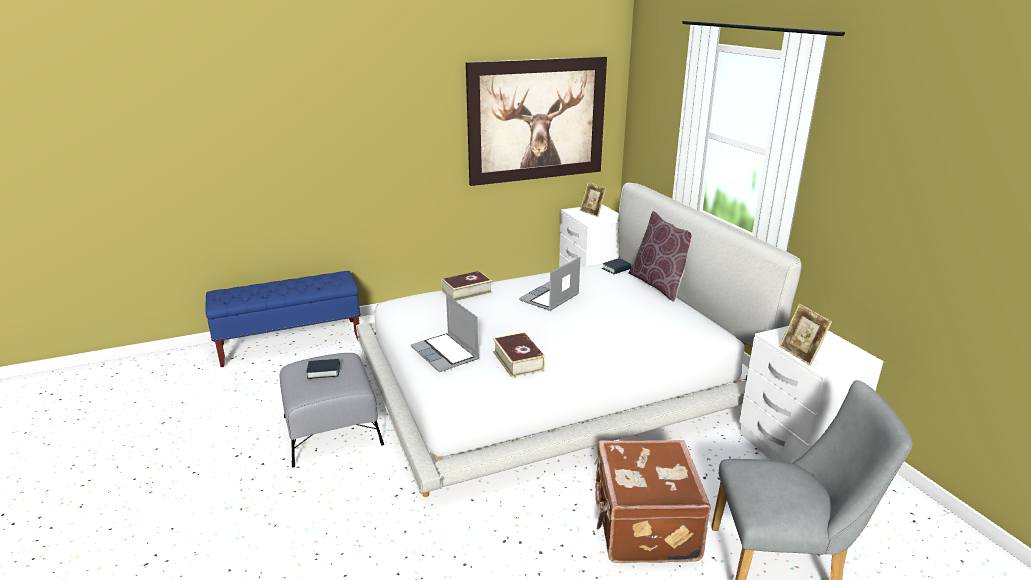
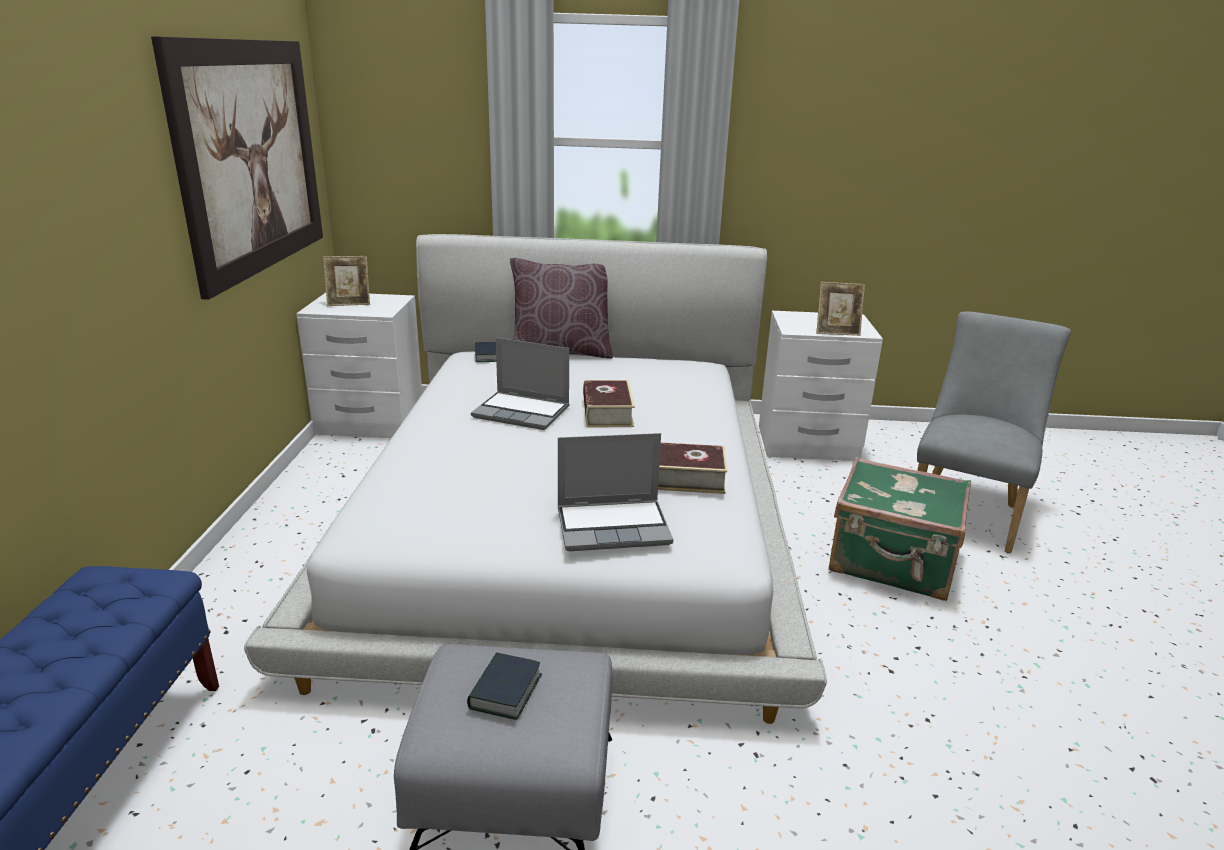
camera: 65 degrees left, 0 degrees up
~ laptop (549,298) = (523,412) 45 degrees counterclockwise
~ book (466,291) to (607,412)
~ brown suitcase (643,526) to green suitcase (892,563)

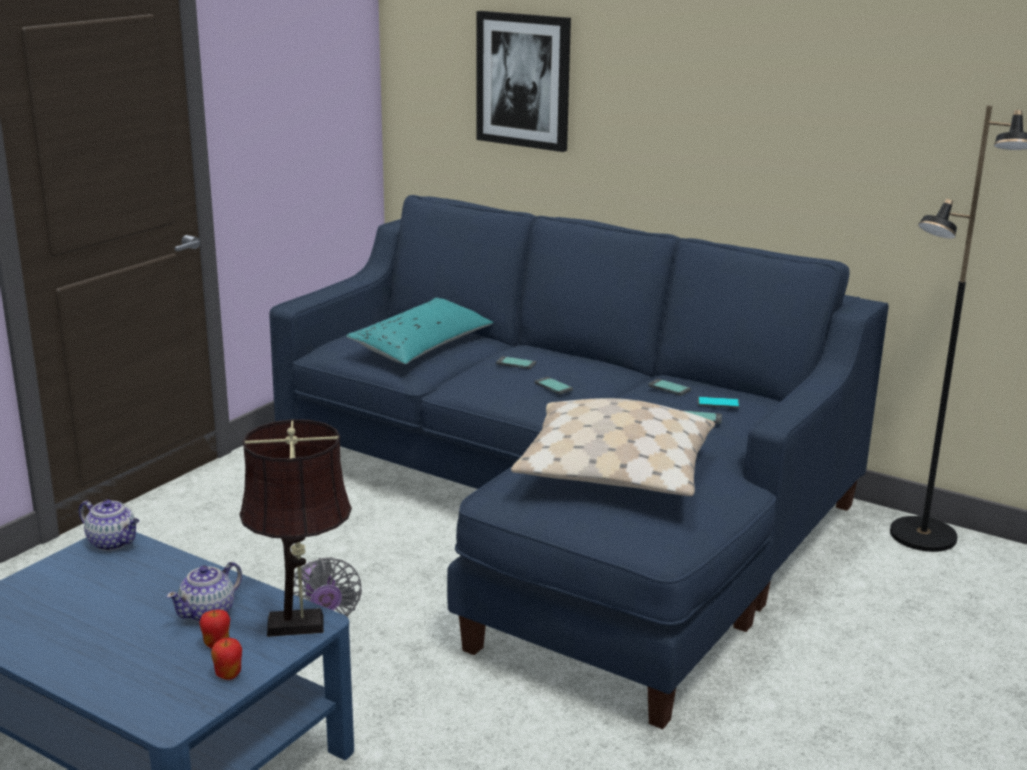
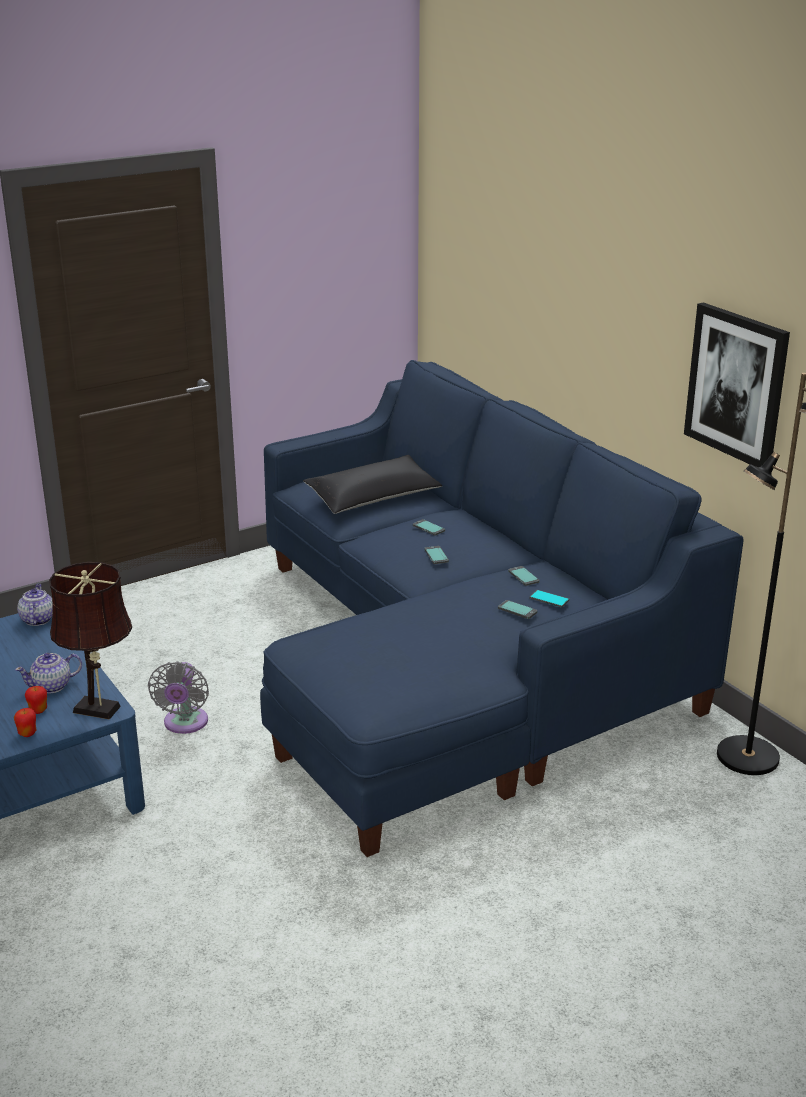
camera: 25 degrees right, 5 degrees up
~ picture (523,80) to (736,385)
~ turquoise pillow (422,346) to black pillow (373,497)
- beige pillow (615,473)
~ teapot (113,543) = (37,619) 150 degrees counterclockwise

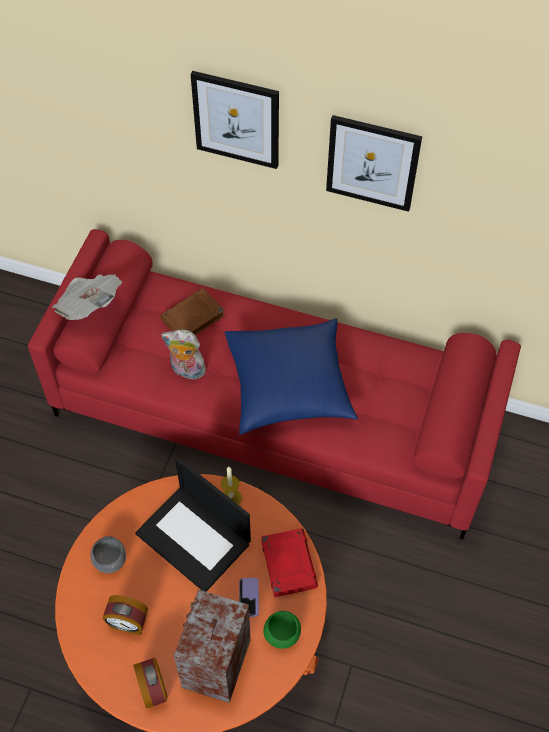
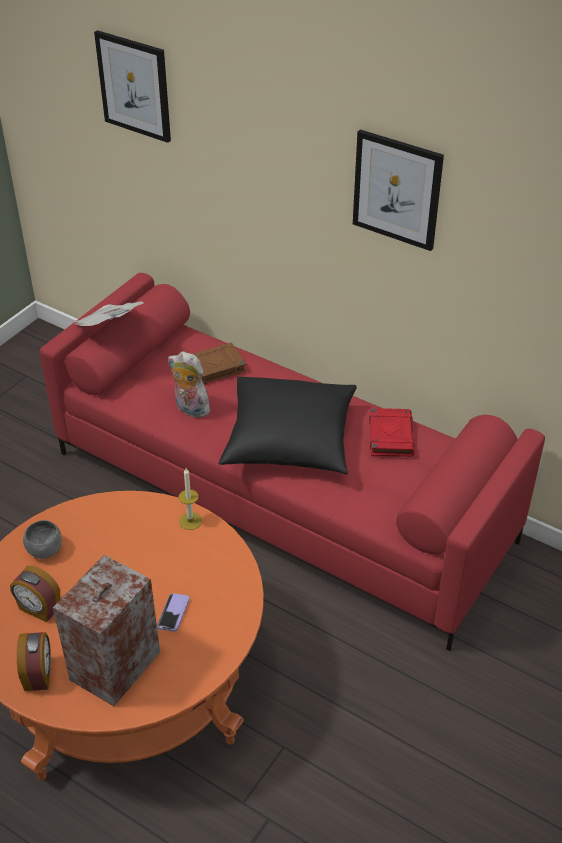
camera: 15 degrees right, 15 degrees down
~ picture (236,119) to (134,86)
~ blue pillow (289,386) to black pillow (290,440)
- laptop (195,538)
~ red book (288,563) to (390,435)
- green bowl (282,634)

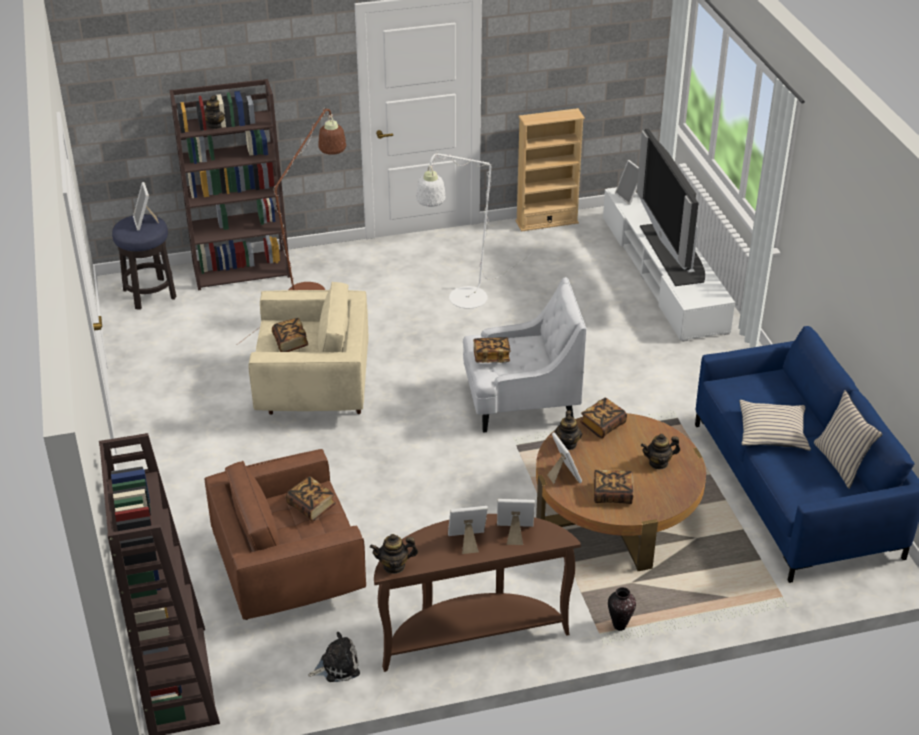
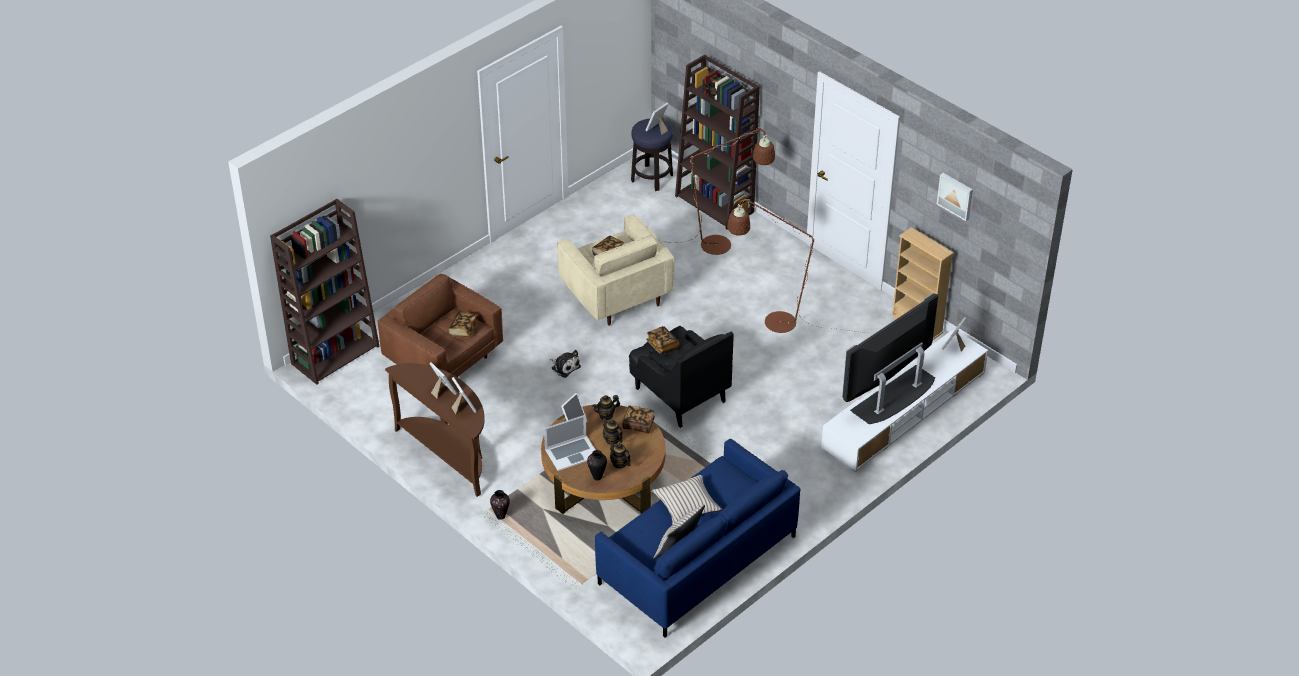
camera: 60 degrees right, 5 degrees up
~ white floor lamp (461,302) to brown floor lamp (771,321)
~ white armchair (520,404) to black armchair (679,394)
~ book (612,494) to laptop (571,453)
~ teapot (394,566) to (612,440)
~ plush toy (337,666) to (565,367)
+ picture (956,195)
+ vase (597,477)

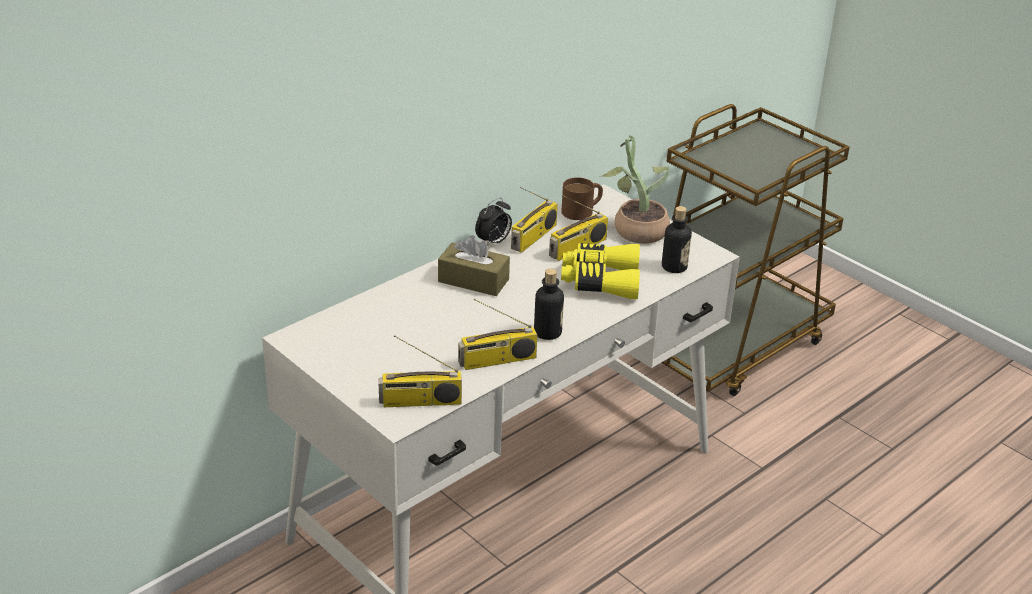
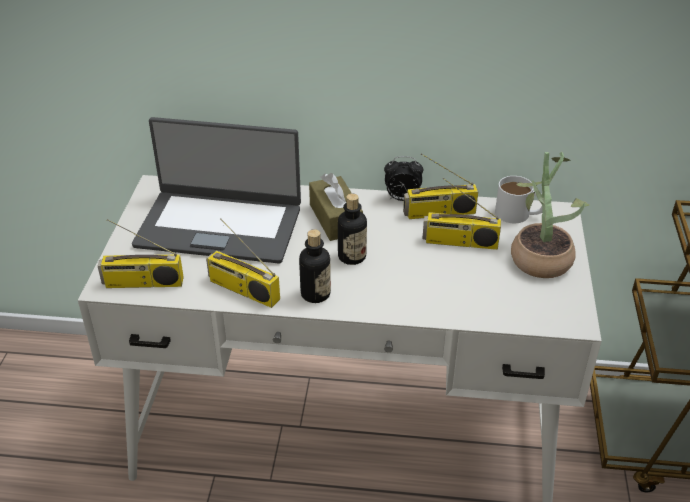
camera: 50 degrees right, 5 degrees up
~ brown mug (582,210) to white mug (519,214)
~ bottle (674,267) to (352,257)
- yellow binoculars (600,281)
~ radio (420,402) = (142,283) 45 degrees counterclockwise
+ laptop (220,225)

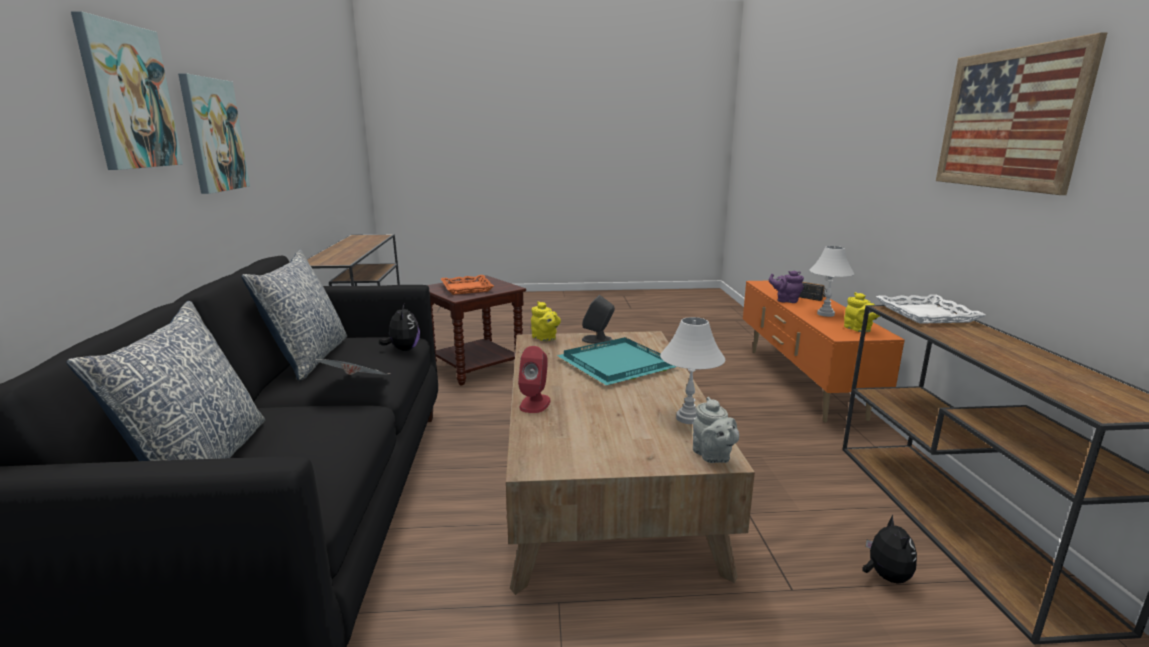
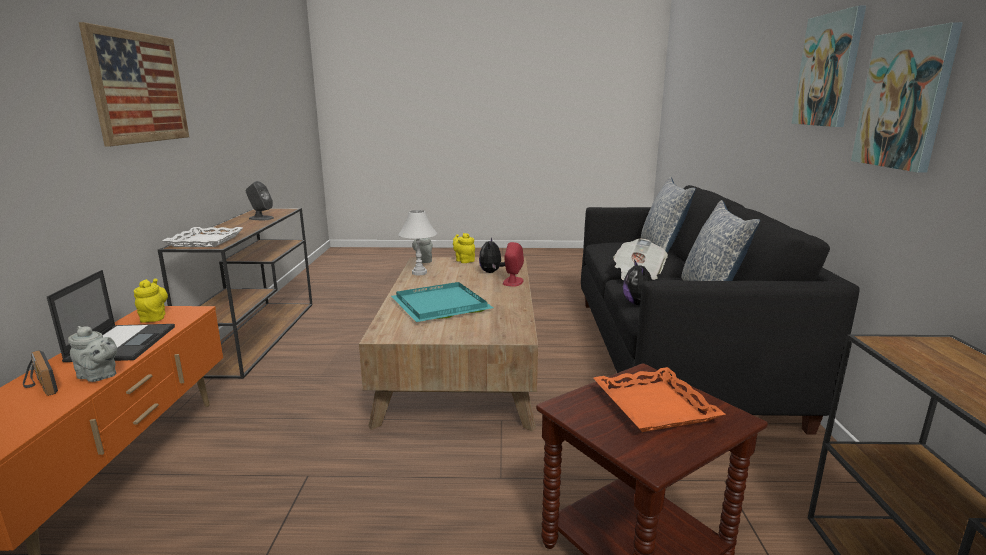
camera: 175 degrees left, 0 degrees up
~ white table lamp (825,314) to laptop (123,343)
~ purple teapot (785,300) to grey teapot (99,376)
~ grey speaker (597,340) to (261,218)
~ yellow teapot (545,338) to (464,260)
~ plush toy (885,576) to (492,272)

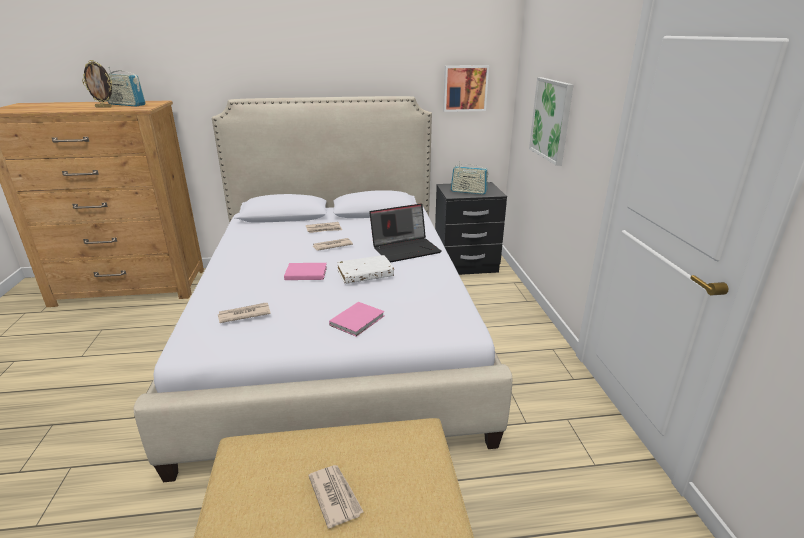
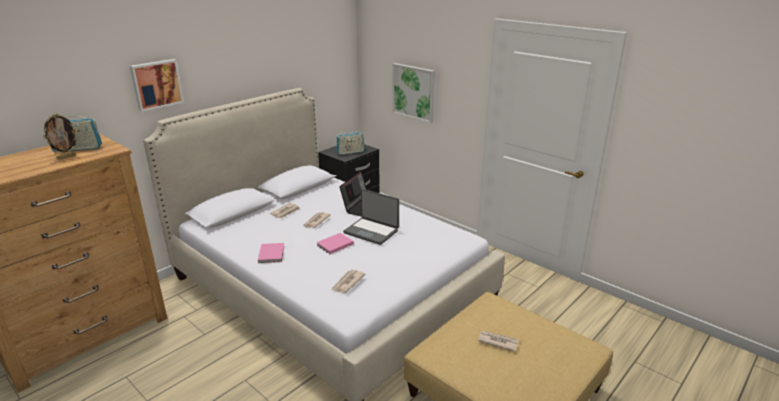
camera: 40 degrees left, 0 degrees up
~ picture (465,88) to (156,84)
~ white book (365,275) to laptop (371,231)
~ pink book (358,320) to (272,253)

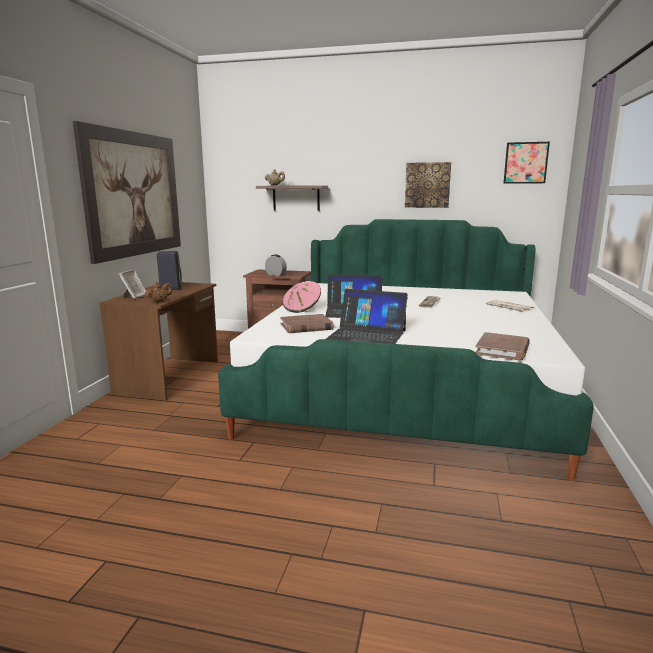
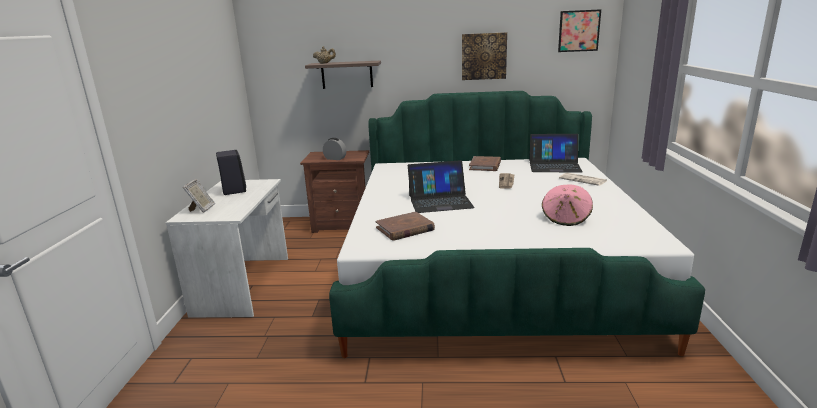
camera: 10 degrees left, 5 degrees up
- picture (134,194)
~ pink hat (302,309) to (566,218)
~ brown desk (170,376) to white desk (245,284)
- brown teapot (159,302)
~ laptop (366,335) to (554,166)
~ brown book (502,349) to (485,166)

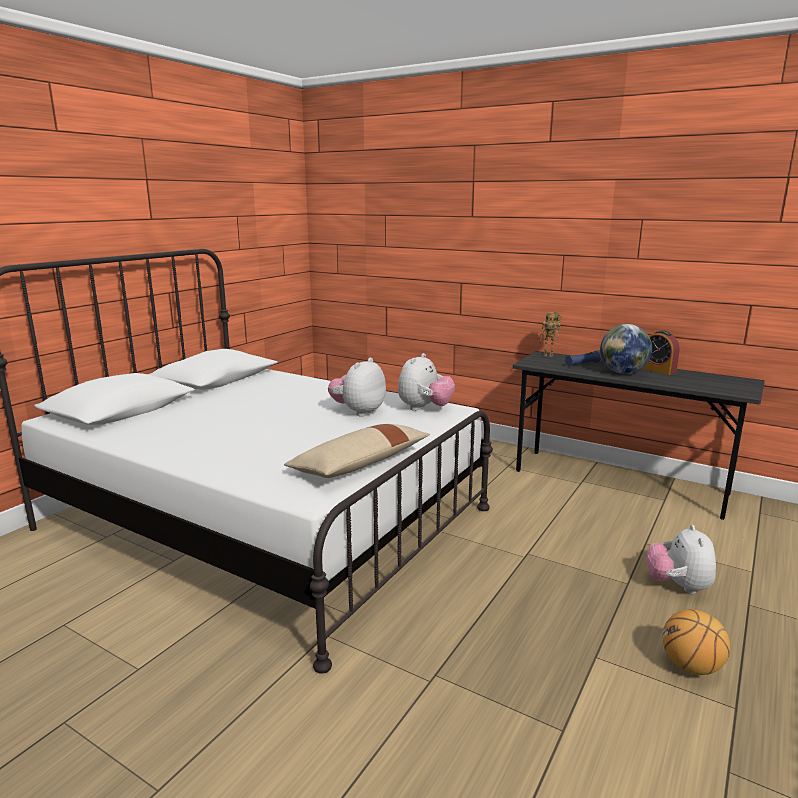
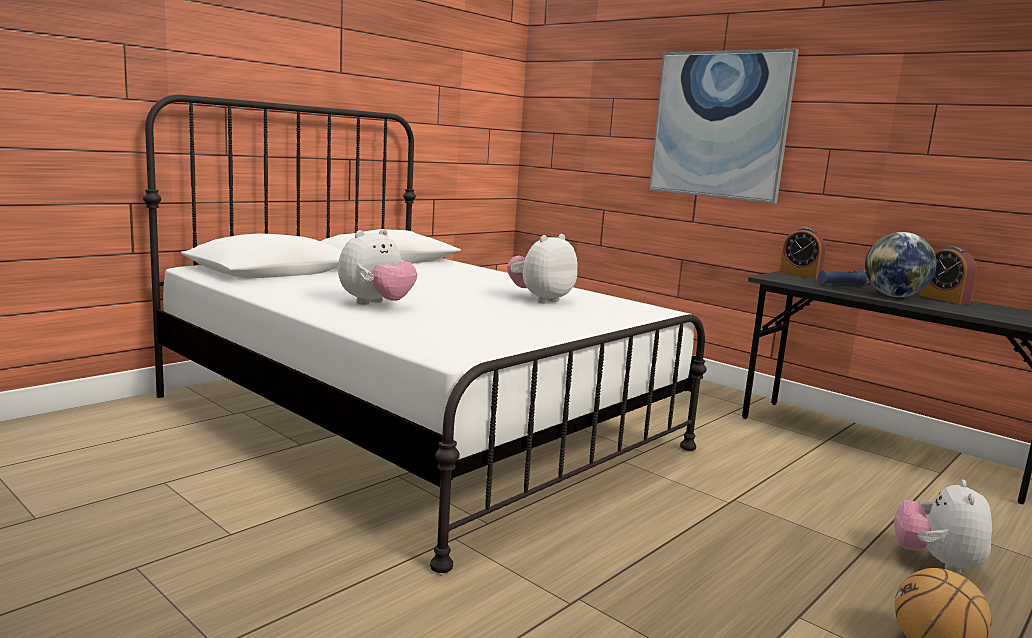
camera: 10 degrees right, 5 degrees down
~ toy robot (549,355) to alarm clock (799,274)
~ plush toy (424,408) to (376,304)
- beige pillow (360,464)
+ picture (719,125)

